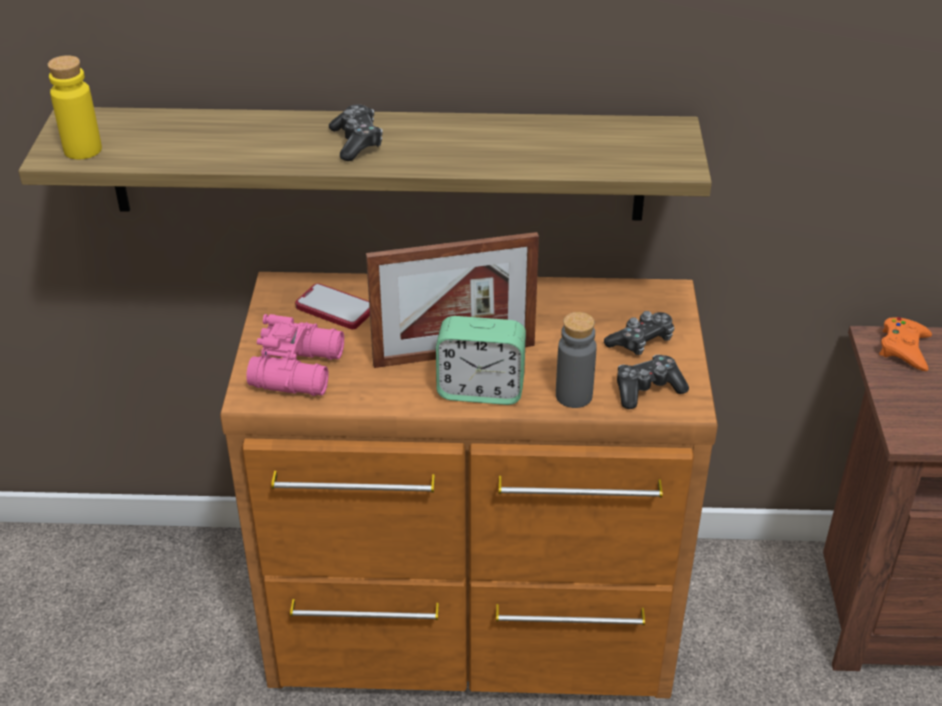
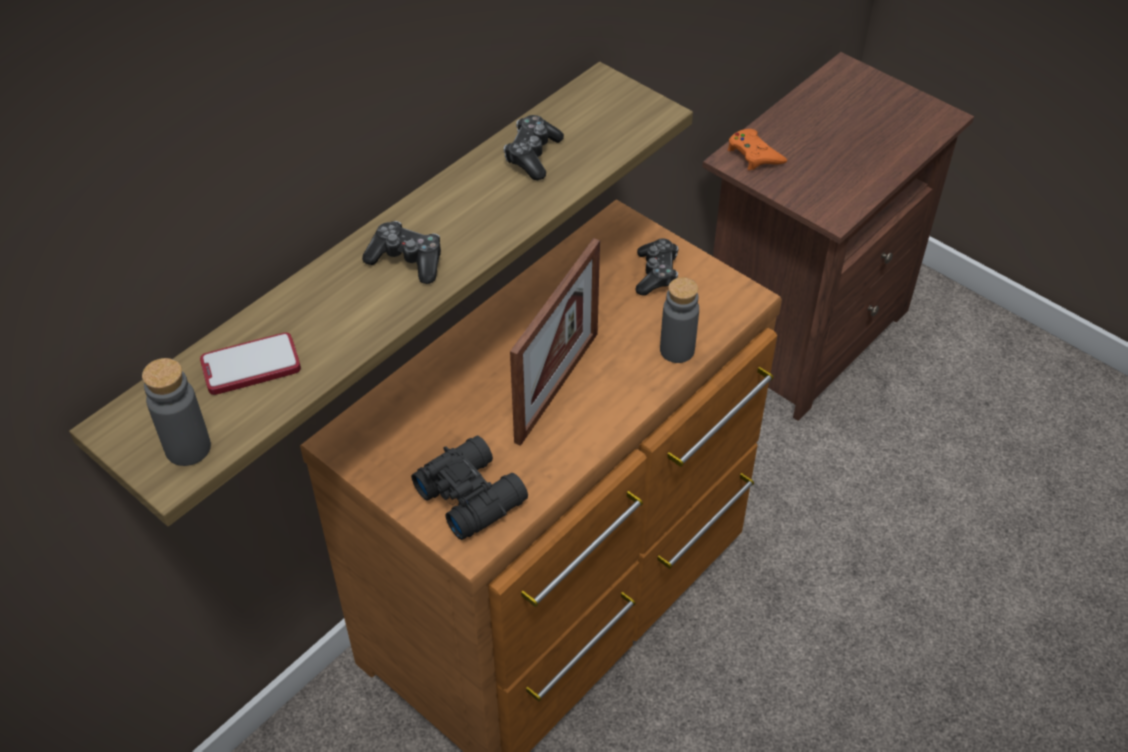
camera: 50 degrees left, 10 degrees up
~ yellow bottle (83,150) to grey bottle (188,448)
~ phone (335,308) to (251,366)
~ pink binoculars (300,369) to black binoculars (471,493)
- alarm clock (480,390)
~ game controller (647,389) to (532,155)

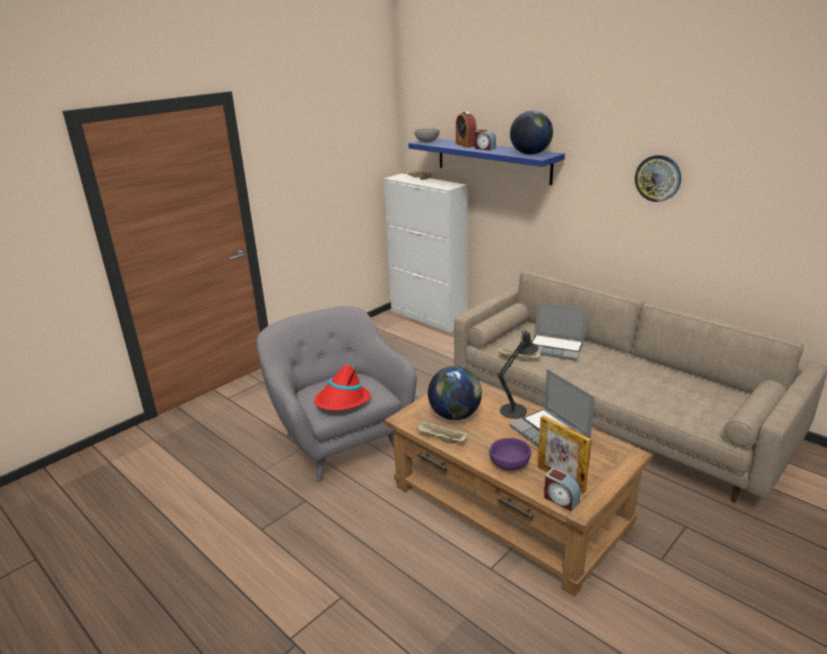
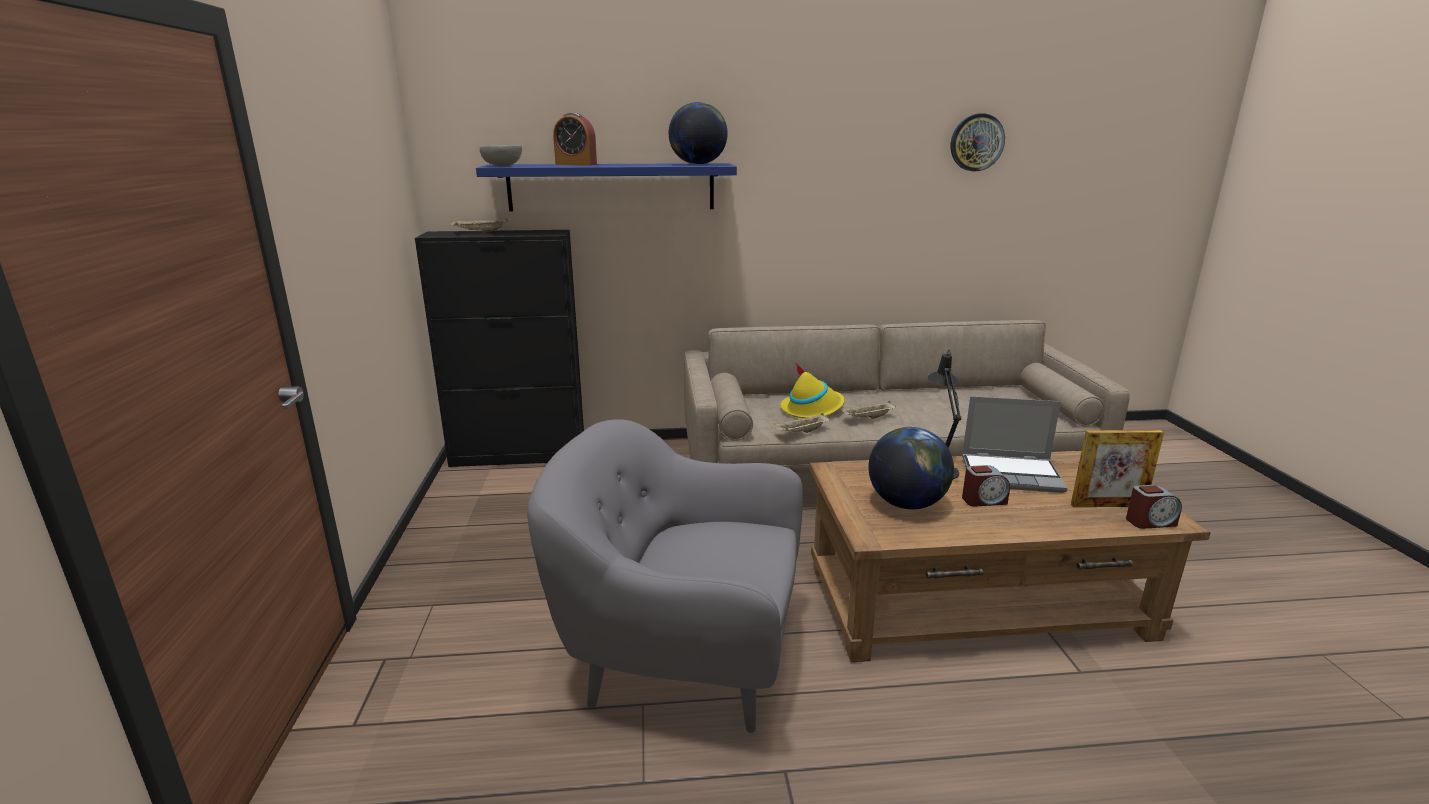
camera: 50 degrees left, 5 degrees down
~ alarm clock (484,148) to (983,500)
~ wall clock (658,178) to (976,142)
~ white cabinet (428,317) to black cabinet (519,455)
~ laptop (556,348) to yellow hat (812,409)
- red hat (342,401)
~ beige tray (440,439) to (867,418)
- purple bowl (510,465)

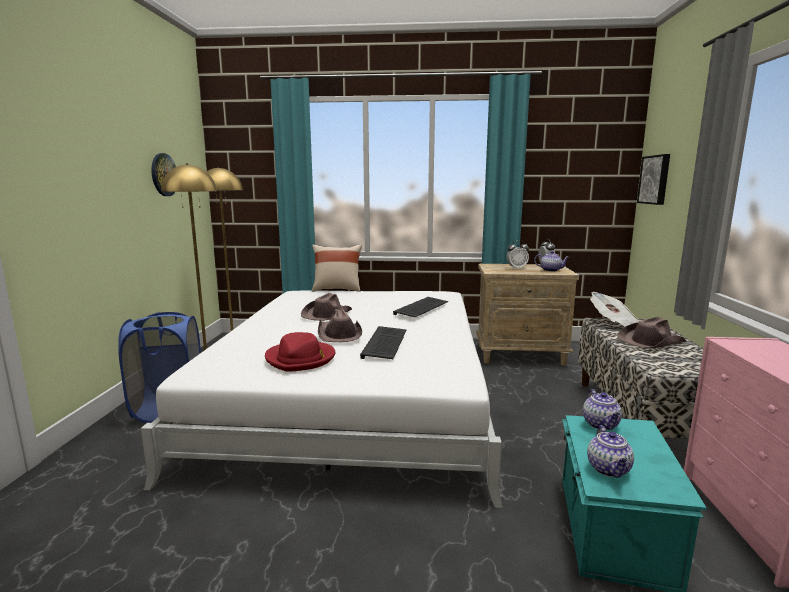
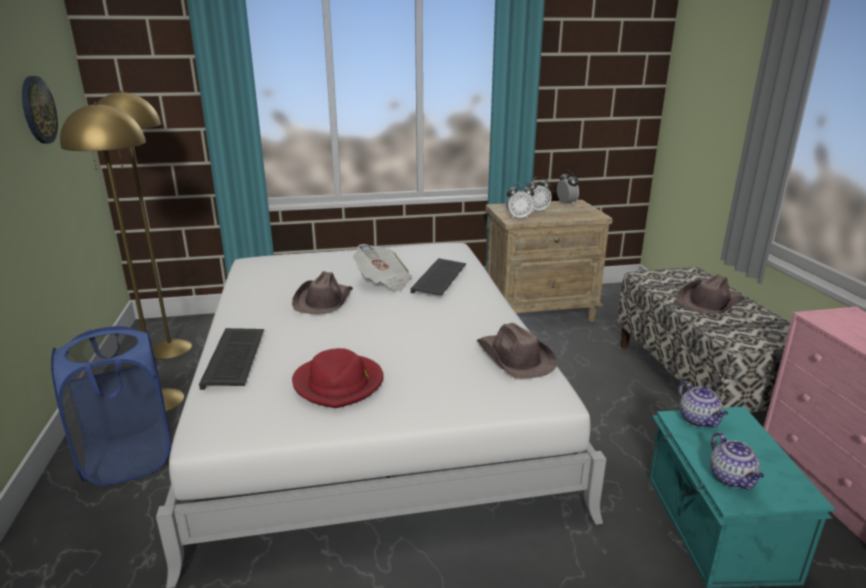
camera: 15 degrees left, 10 degrees up
- picture (655,179)
- beige pillow (337,289)
- teapot (551,270)
~ newspaper (613,323) to (383,282)
~ brown hat (339,334) to (514,358)
~ keyboard (385,344) to (235,359)
+ alarm clock (519,218)

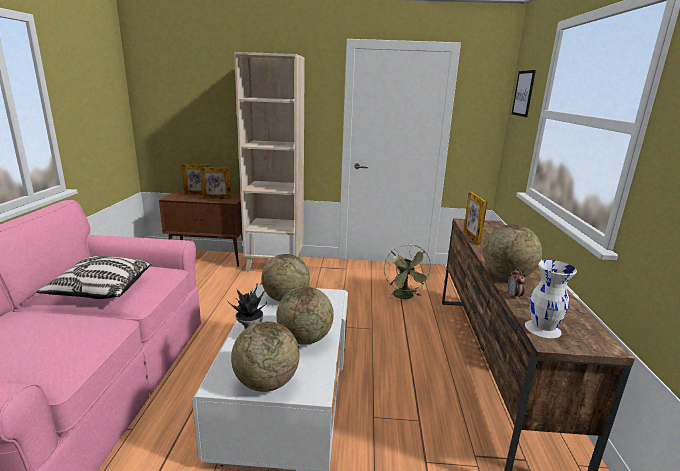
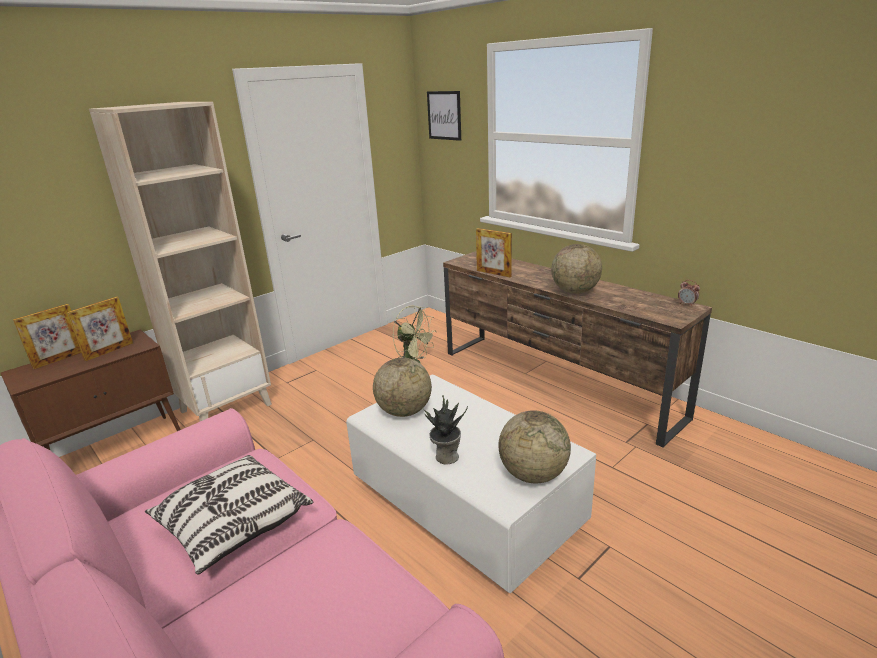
camera: 45 degrees left, 5 degrees up
- white vase (543,329)
~ alarm clock (514,296) to (687,304)
- globe (305,339)

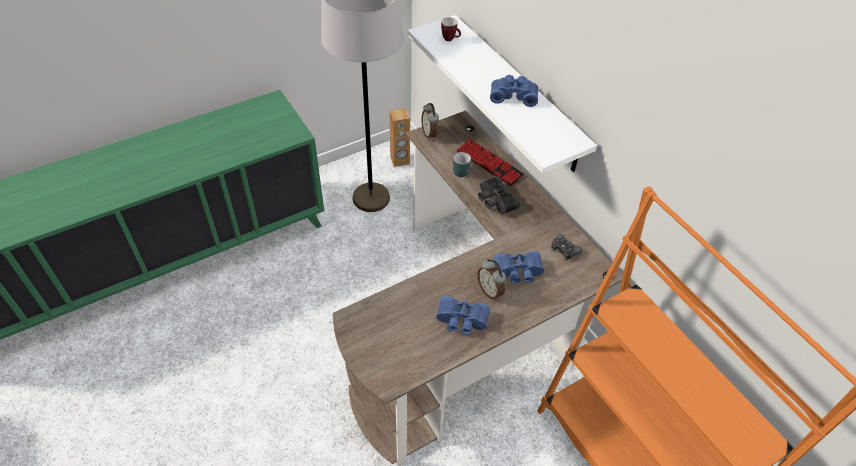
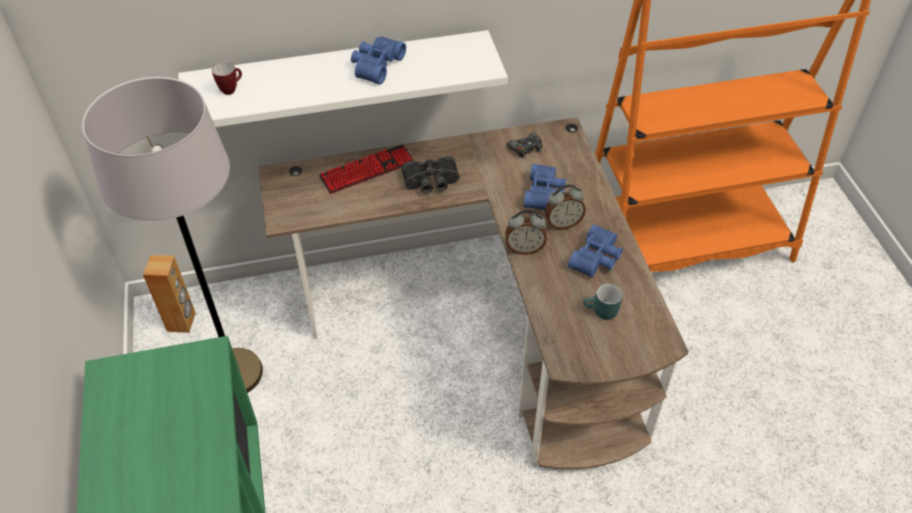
camera: 70 degrees left, 0 degrees up
~ alarm clock (429,134) to (524,248)
~ turquoise mug (459,170) to (601,312)

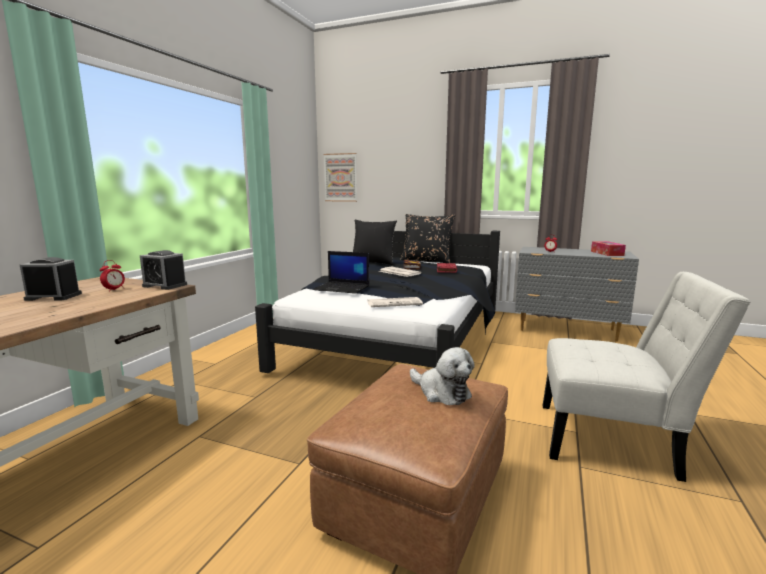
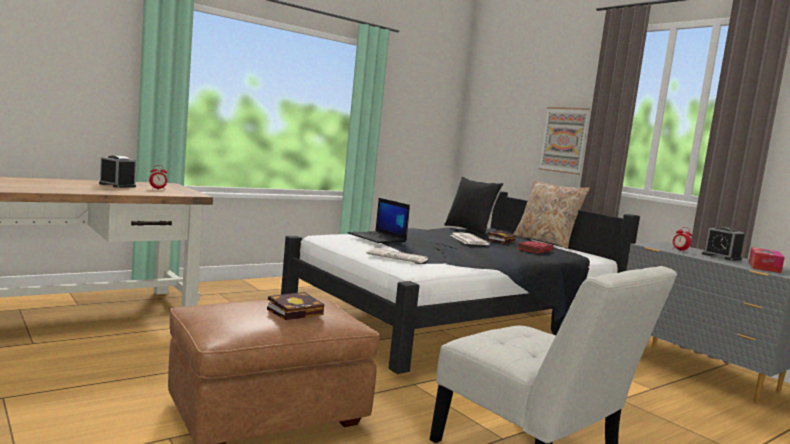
camera: 30 degrees right, 5 degrees down
~ picture (340,177) to (564,140)
~ black pillow (426,261) to beige pillow (545,242)
~ alarm clock (165,285) to (721,257)
~ plush toy (441,392) to book (296,311)

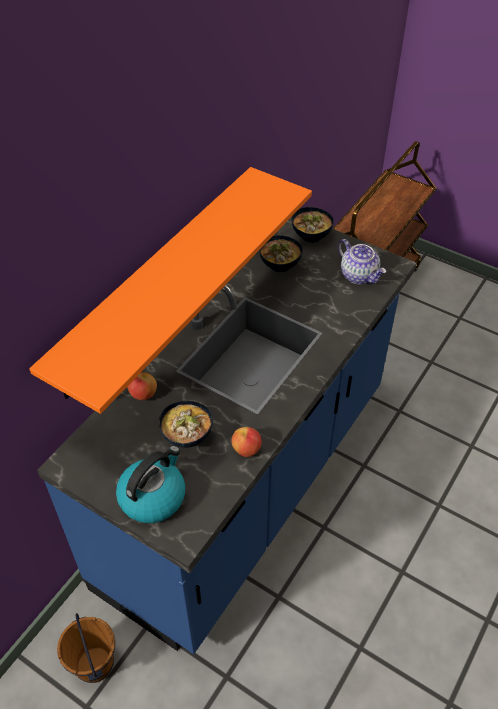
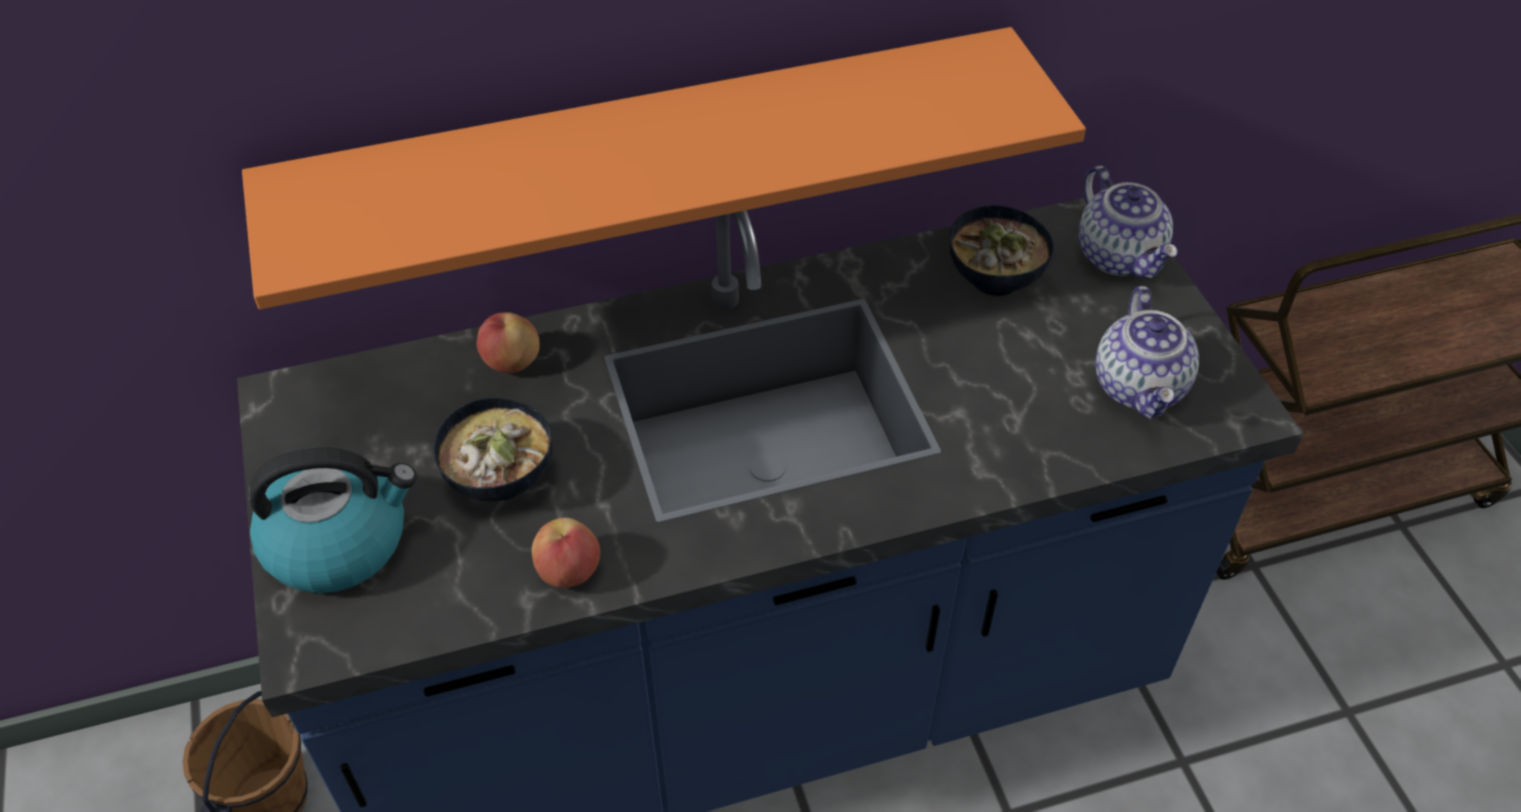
camera: 40 degrees right, 0 degrees up
~ bowl (311,235) to teapot (1120,256)

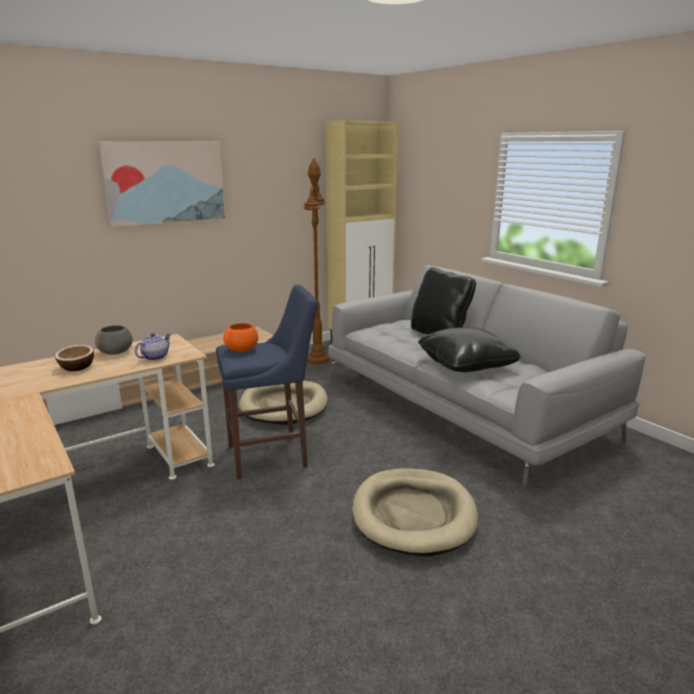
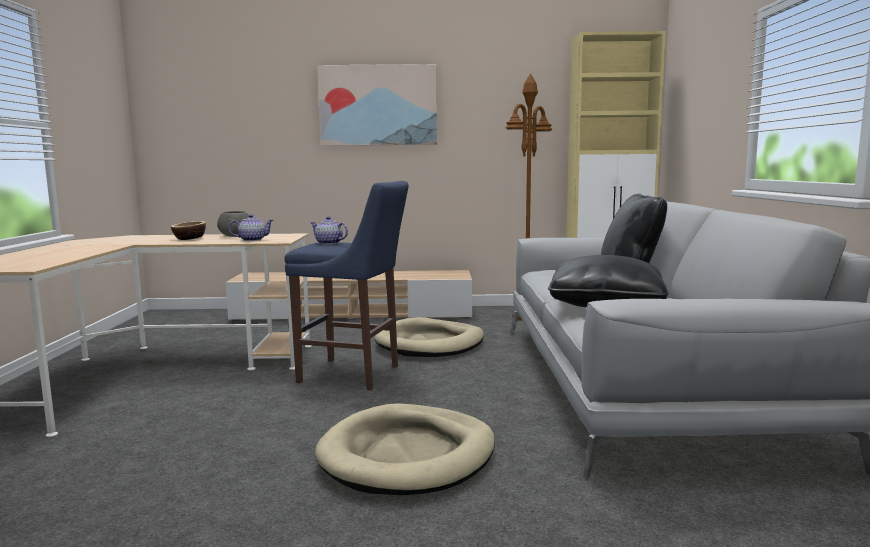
camera: 35 degrees right, 10 degrees down
~ orange bowl (242,349) to teapot (329,243)

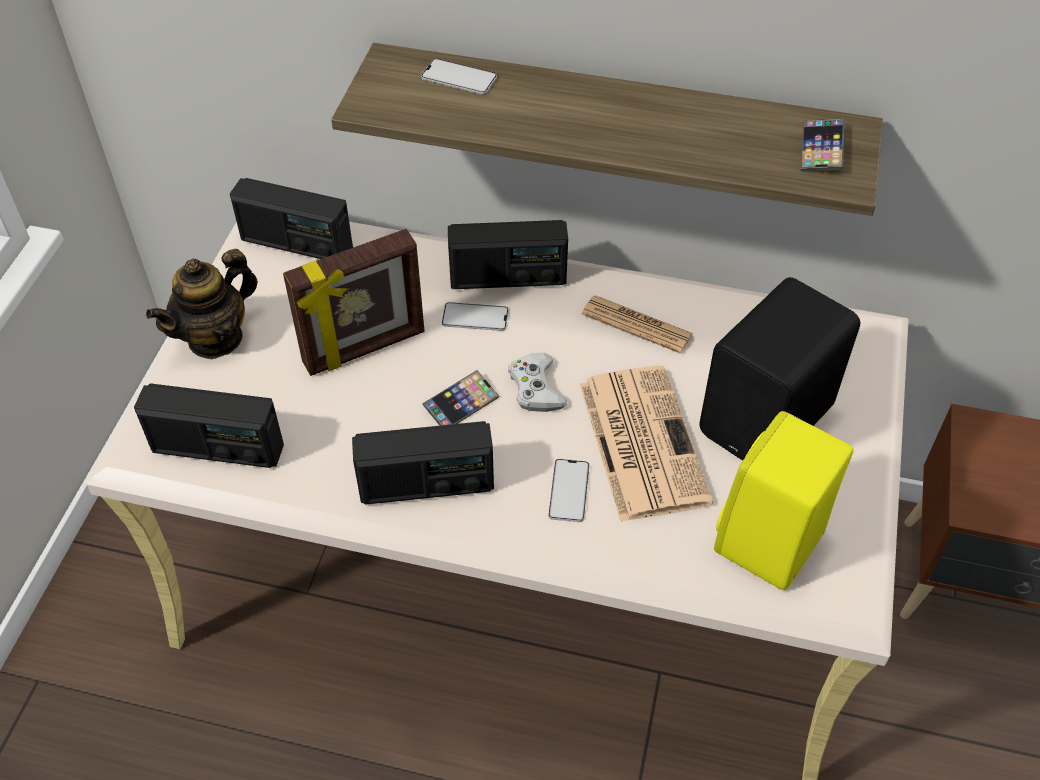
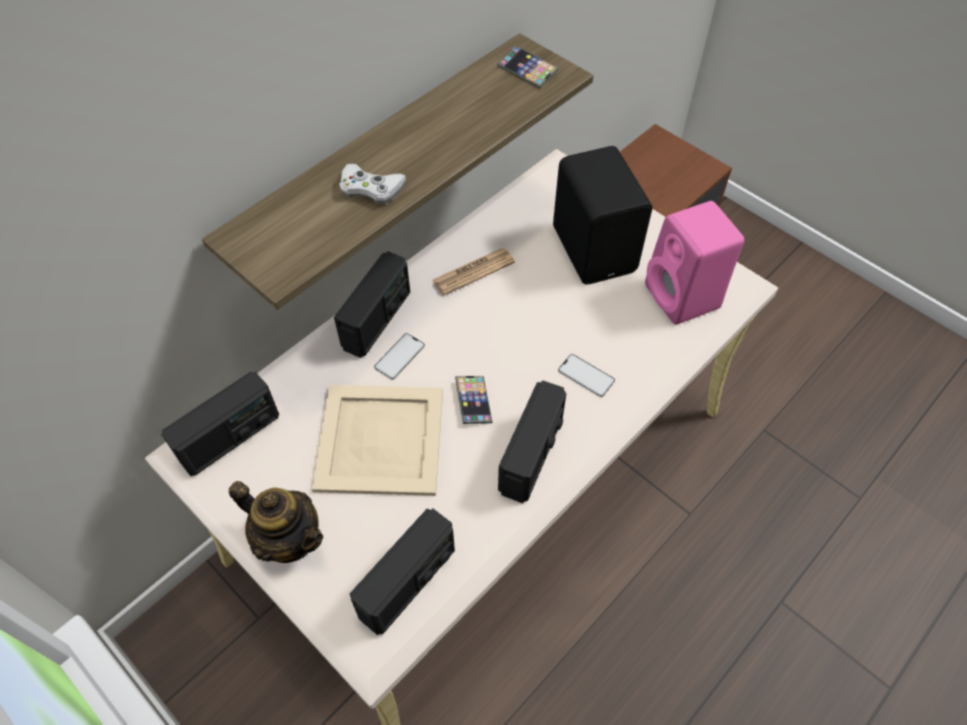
camera: 60 degrees left, 5 degrees up
- phone (459,77)
~ picture frame (365,349) to beige tray (379,438)
~ teapot (215,338) = (289,539) 45 degrees counterclockwise
~ white game controller (535,388) to (371,188)
- newspaper (641,440)
~ yellow speaker (768,545) to pink speaker (684,298)

